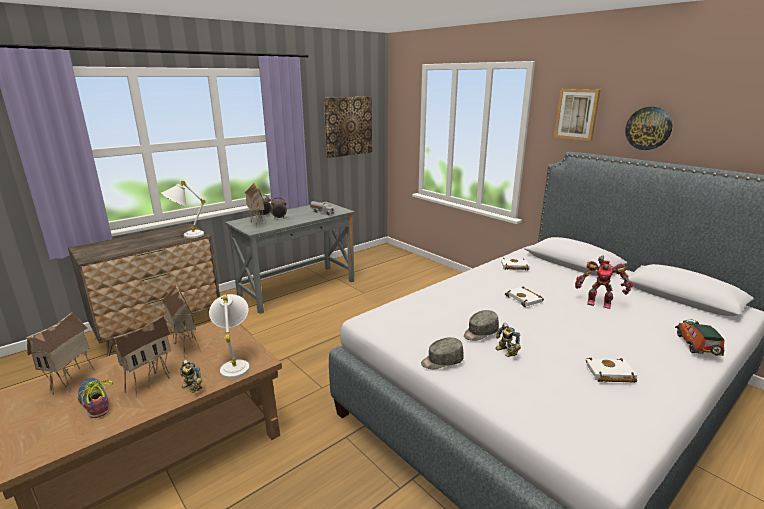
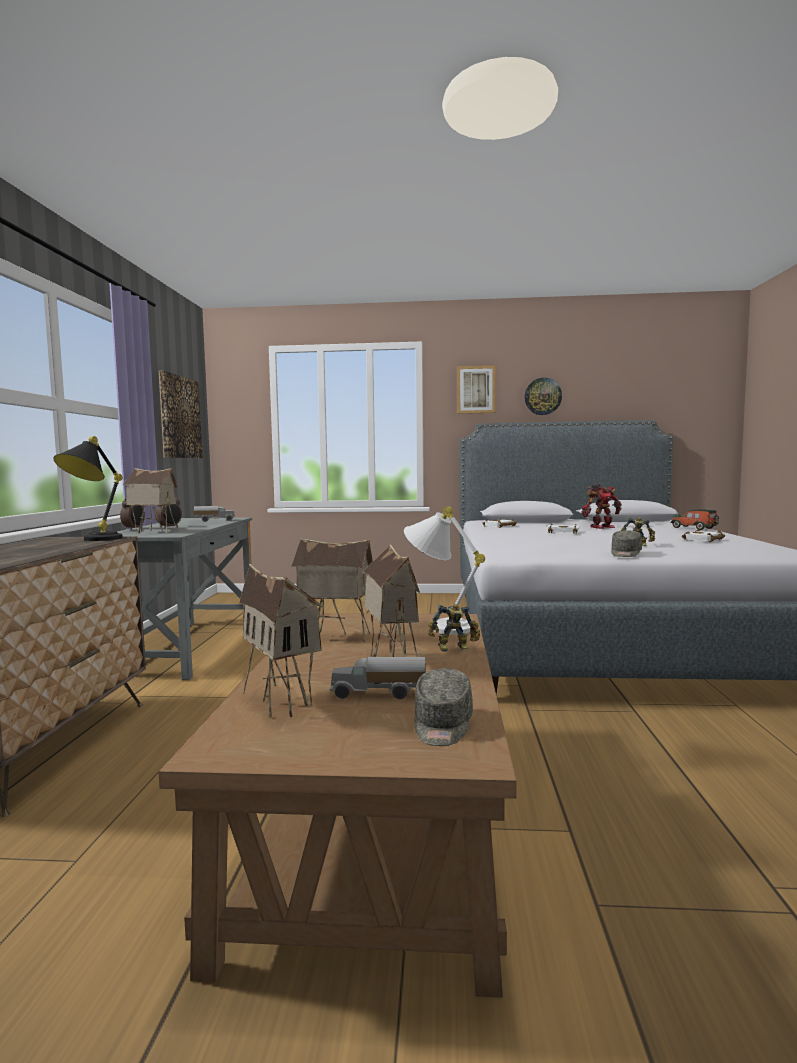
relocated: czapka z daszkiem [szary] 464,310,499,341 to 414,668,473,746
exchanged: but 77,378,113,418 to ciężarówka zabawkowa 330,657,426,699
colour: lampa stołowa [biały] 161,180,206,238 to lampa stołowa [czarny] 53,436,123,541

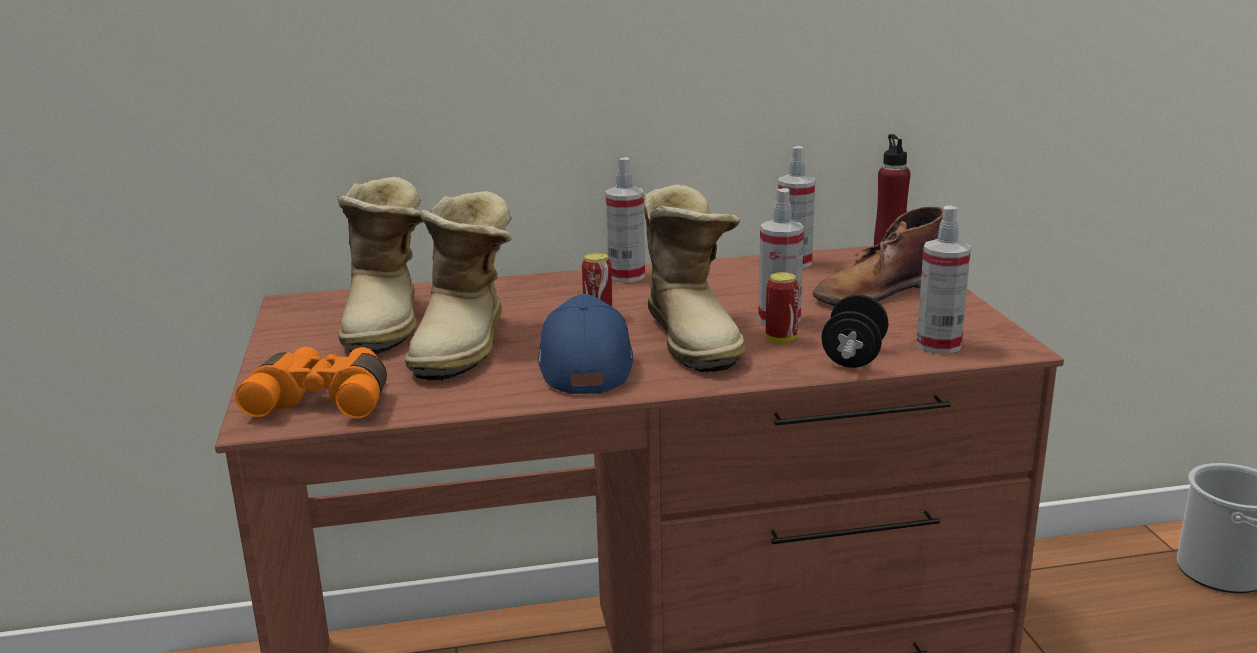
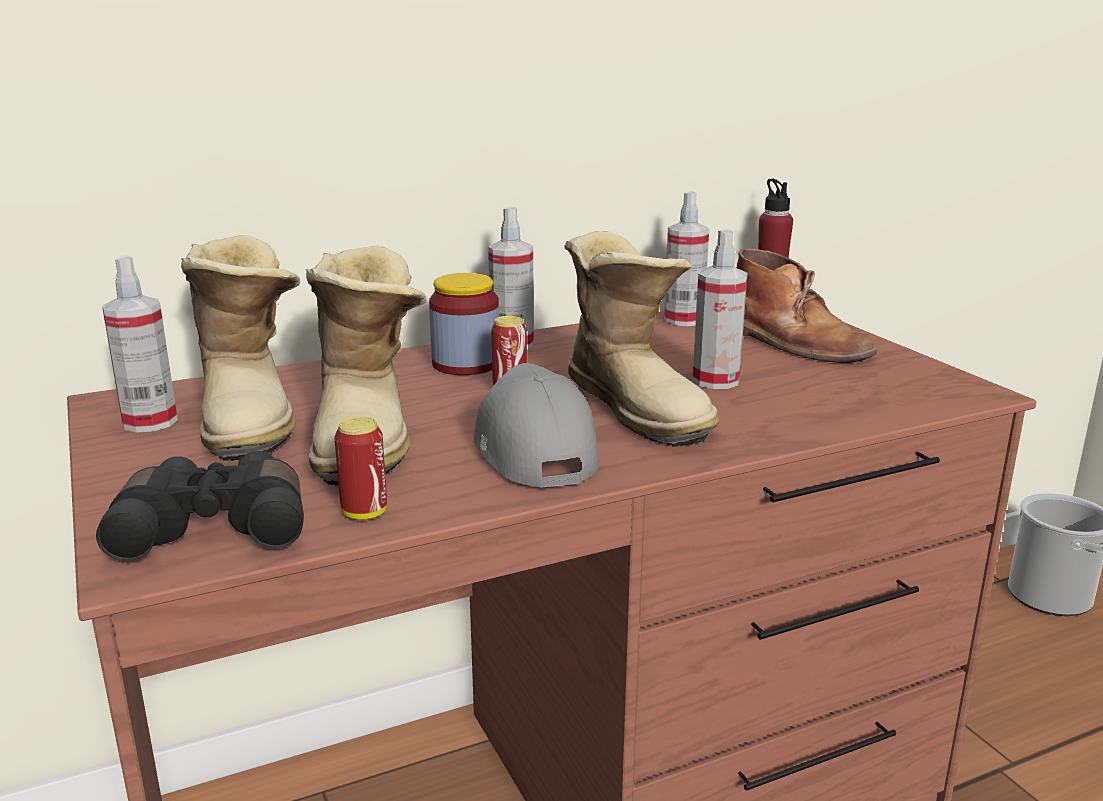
missing: hantel [czarny] 821,294,888,368
appeared: słoik 429,273,499,375
relocated: spryskiwacz 916,205,971,354 to 102,255,178,433; puszka 766,272,799,343 to 334,417,387,520
colour: czapka z daszkiem [niebieski] 538,294,633,394 to czapka z daszkiem [szary] 473,363,599,488; lornetka [pomarańczowy] 235,347,387,418 to lornetka [czarny] 96,451,304,561
spun: but z cholewką [brązowy] 813,207,943,306 = 737,248,877,363 90 degrees counterclockwise

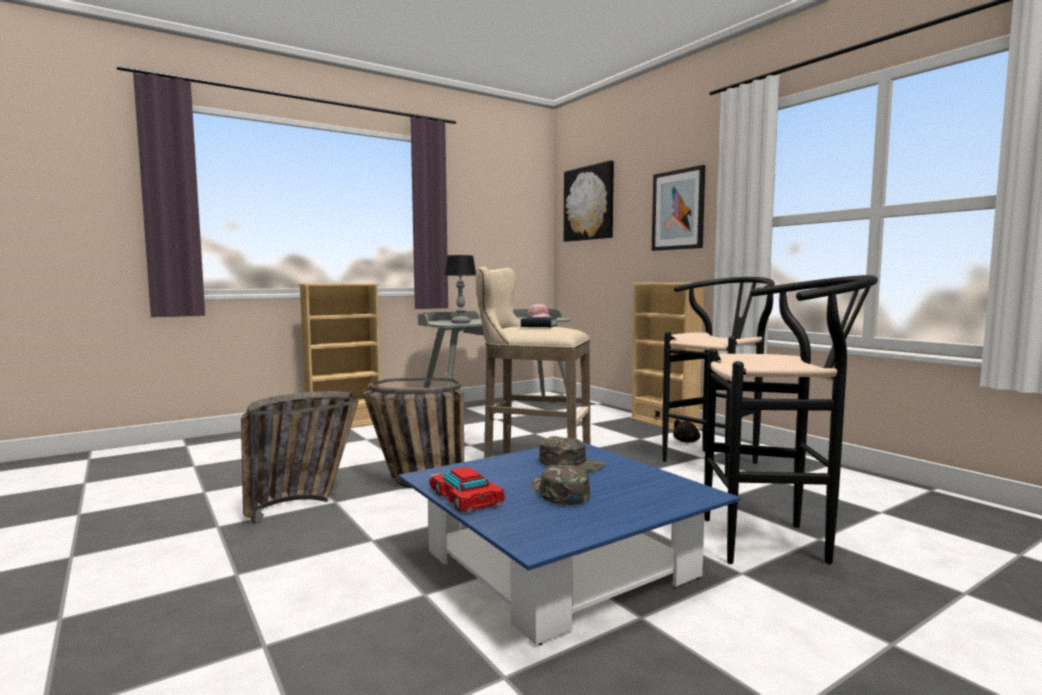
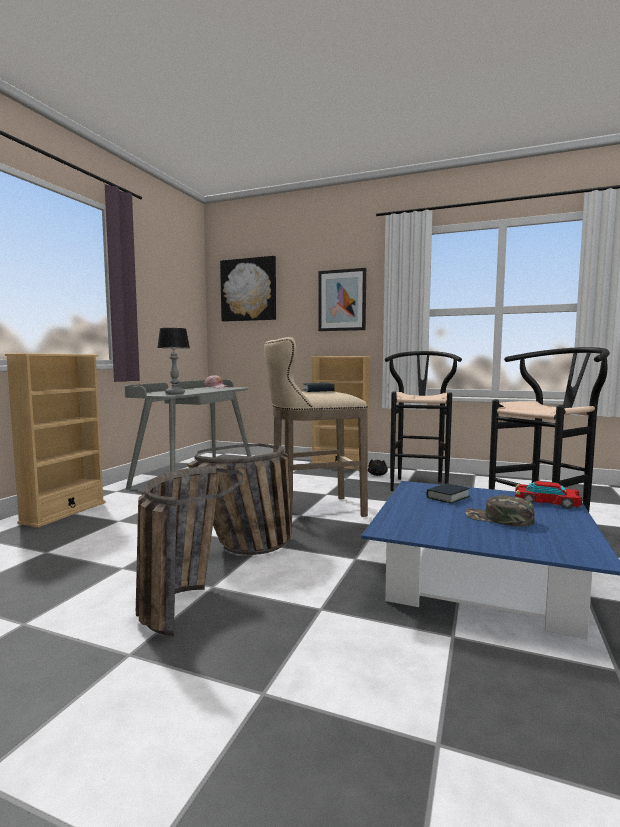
relocated: samochodzik 430,467,504,513 to 515,481,582,509
exchanged: czapka z daszkiem [zielony] 539,436,606,472 to książka 426,483,470,503

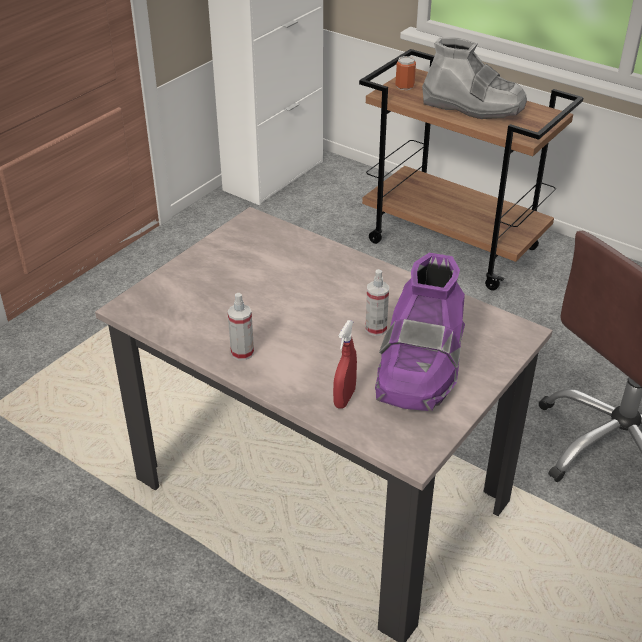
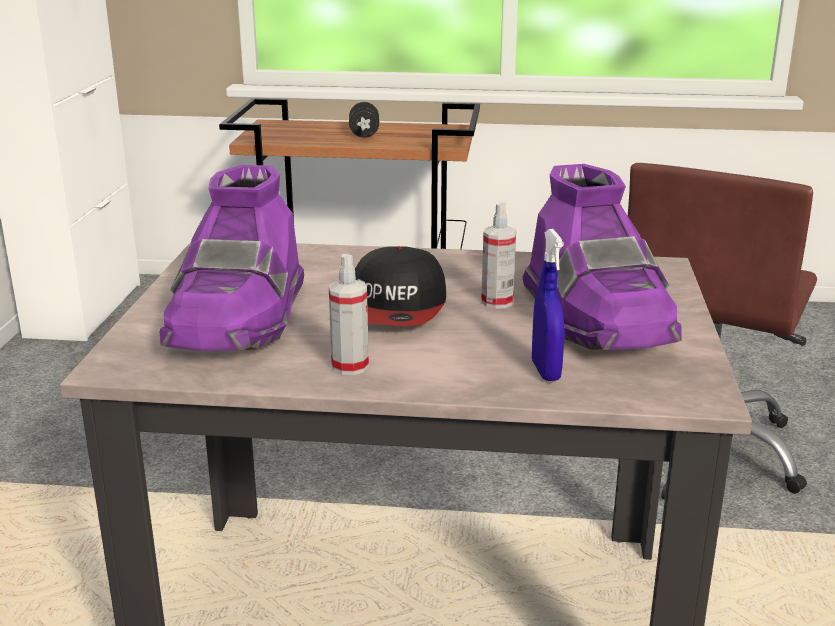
missing: puszka 395,56,416,90
appeared: but z cholewką [fioletowy] 160,165,304,351; czapka z daszkiem 355,246,446,326
exchanged: but z cholewką [szary] 422,37,527,119 to hantel [czarny] 349,102,380,138
colour: spryskiwacz [czerwony] 333,320,357,409 to spryskiwacz [niebieski] 532,229,565,381

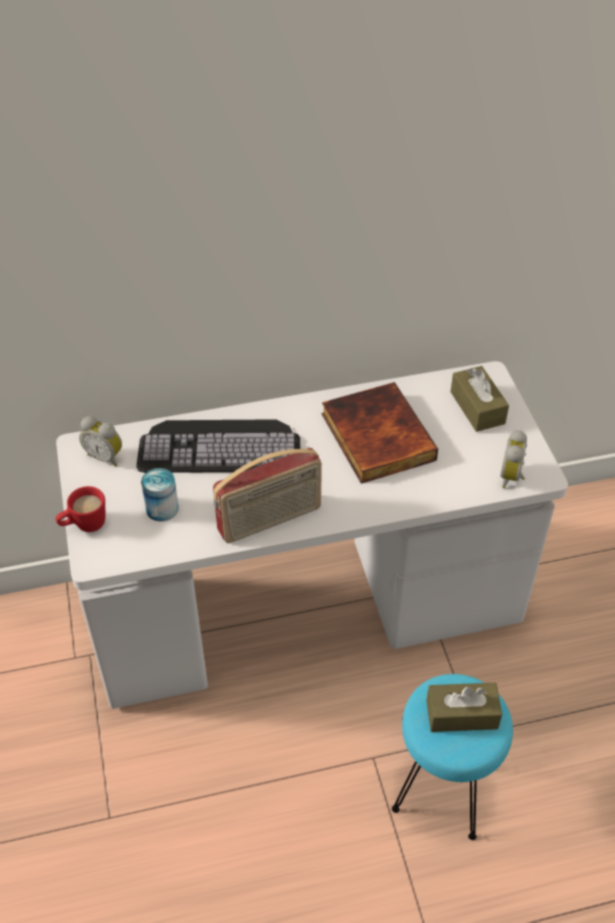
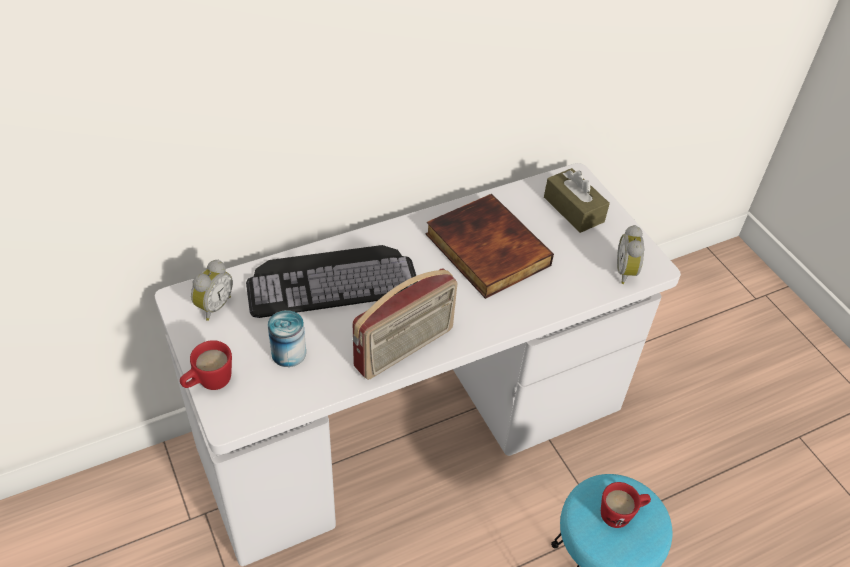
exchanged: pudełko chusteczek [brązowy] 426,683,502,732 to kubek [czerwony] 601,482,651,528
spun: budzik 79,416,122,466 = 191,260,233,321 75 degrees counterclockwise

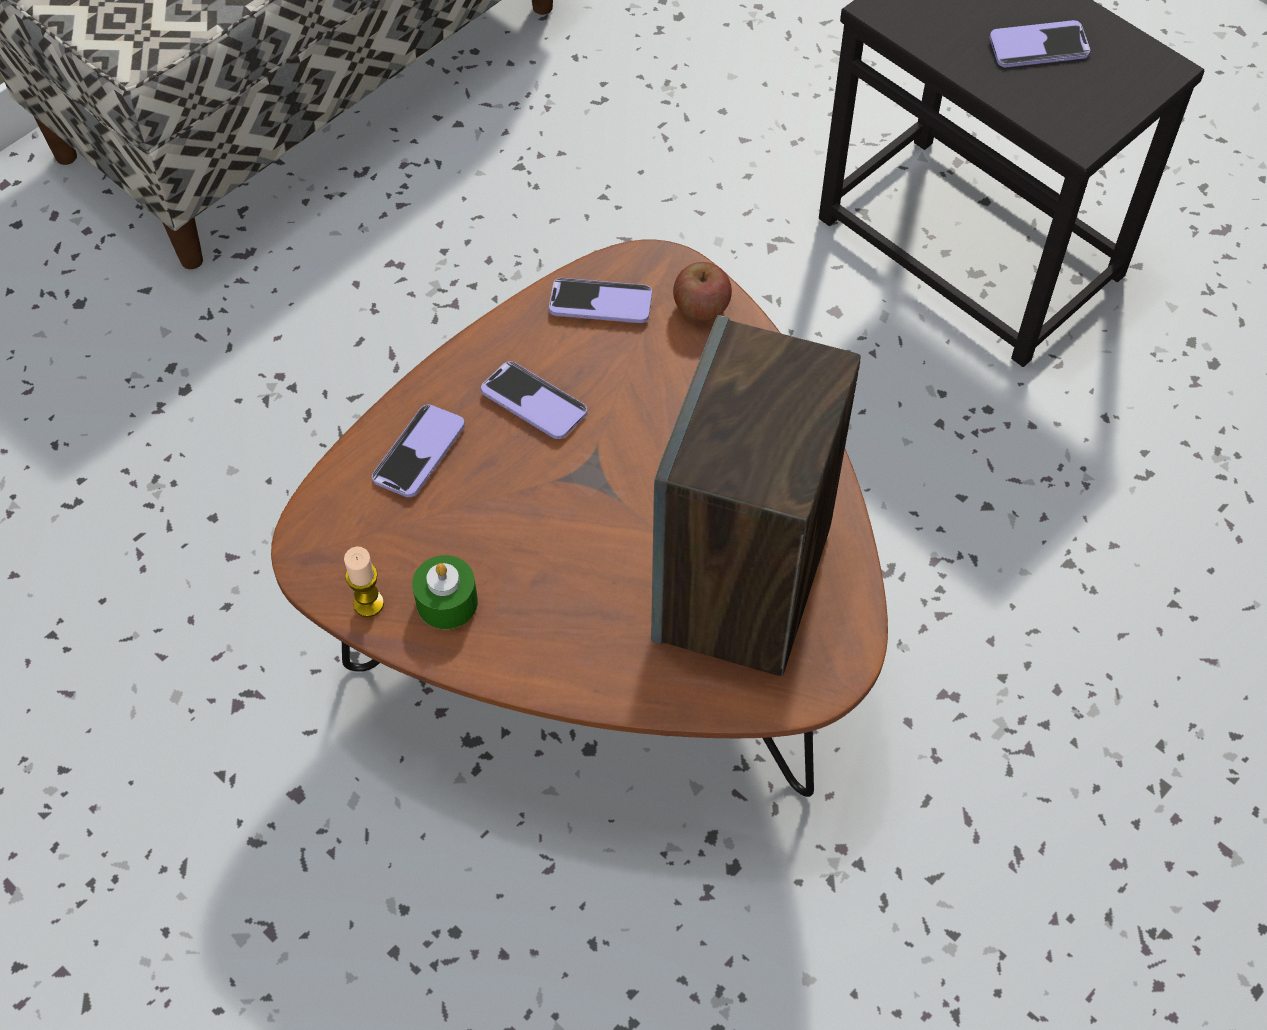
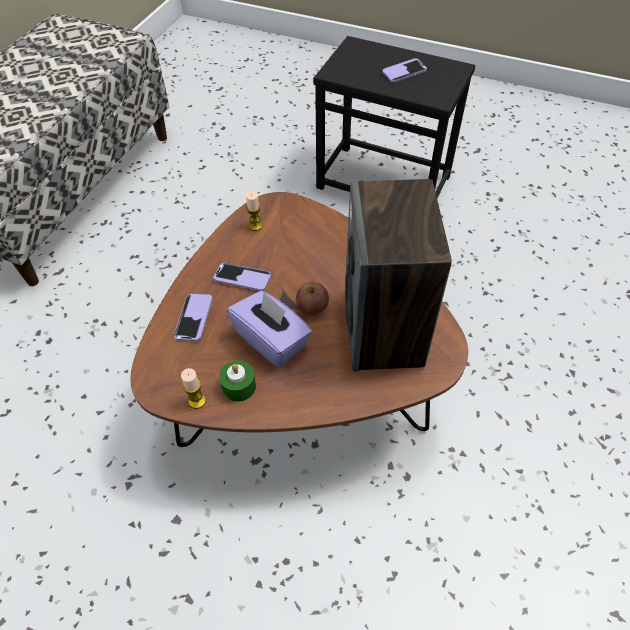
appeared: pudełko chusteczek [fioletowy] 227,291,312,368
relocated: jabłko 673,262,732,321 to 296,282,329,315
exchanged: telefon 549,278,652,323 to świeca 246,191,262,231

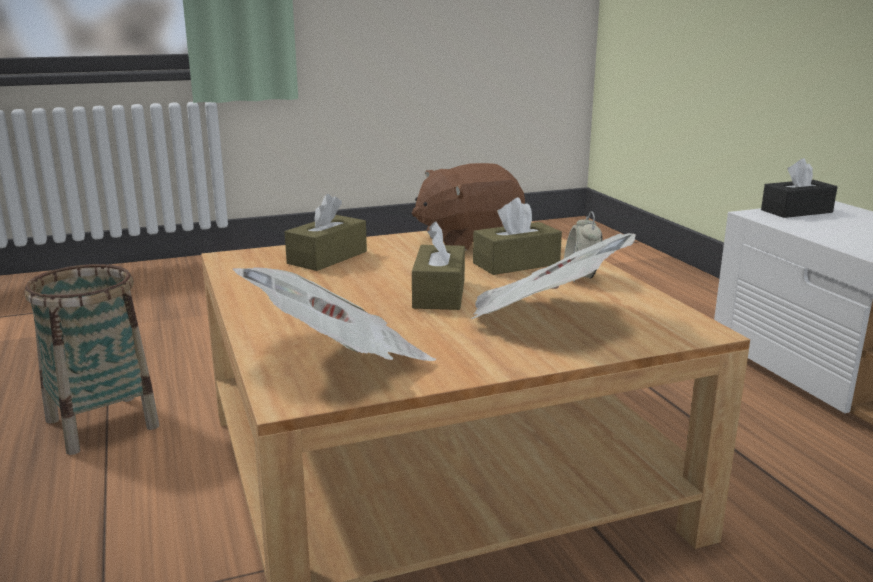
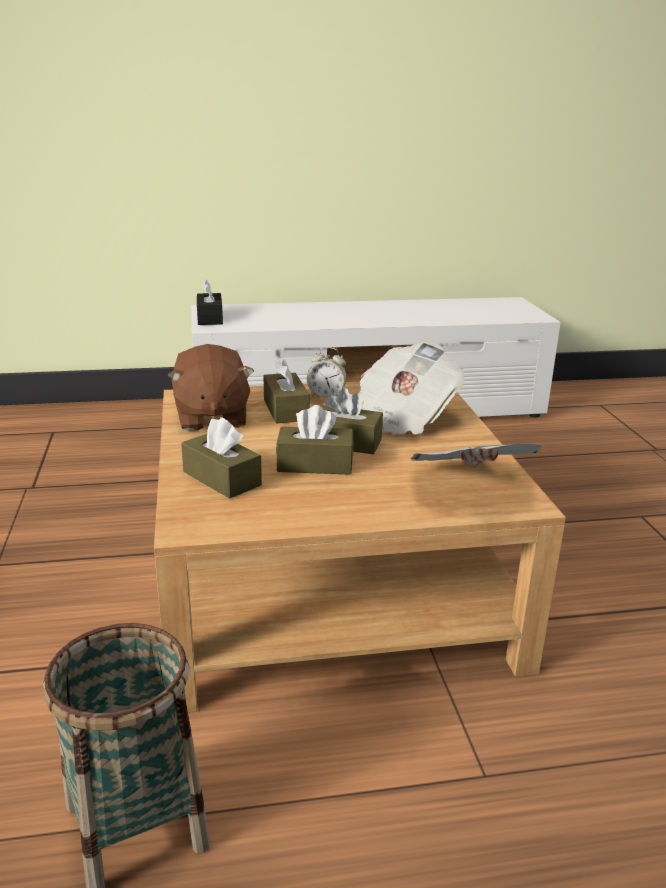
appeared: pudełko chusteczek [brązowy] 276,405,354,475

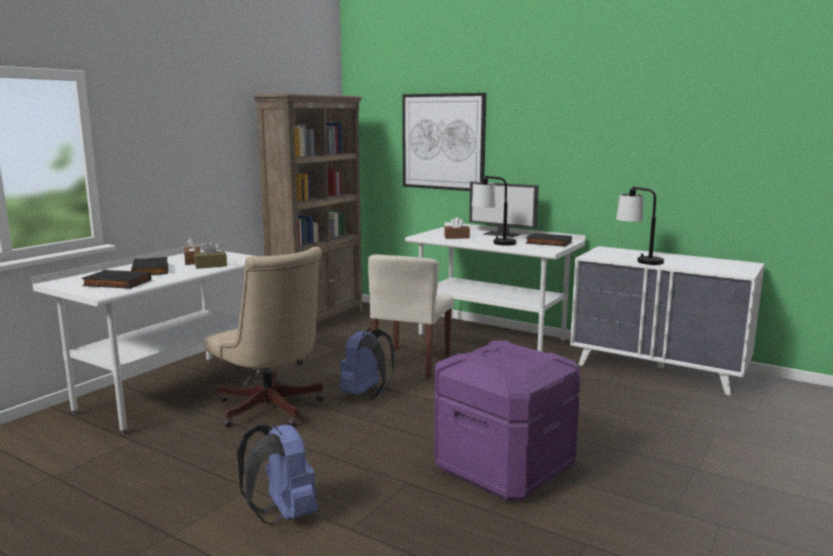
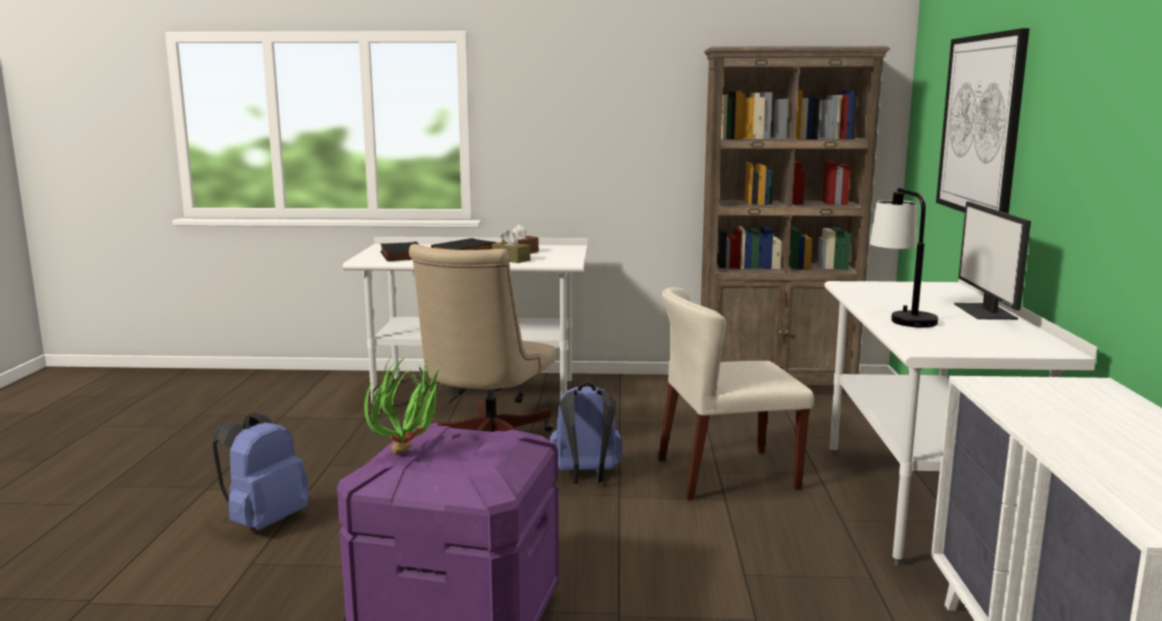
missing: lampa stołowa 616,187,664,265; pudełko chusteczek [brązowy] 444,217,470,239; książka [czarny] 525,233,572,247
appeared: roślina doniczkowa 364,357,447,455

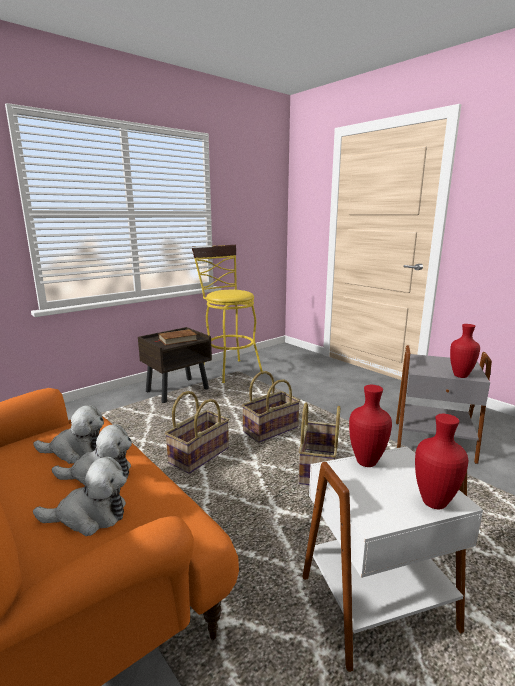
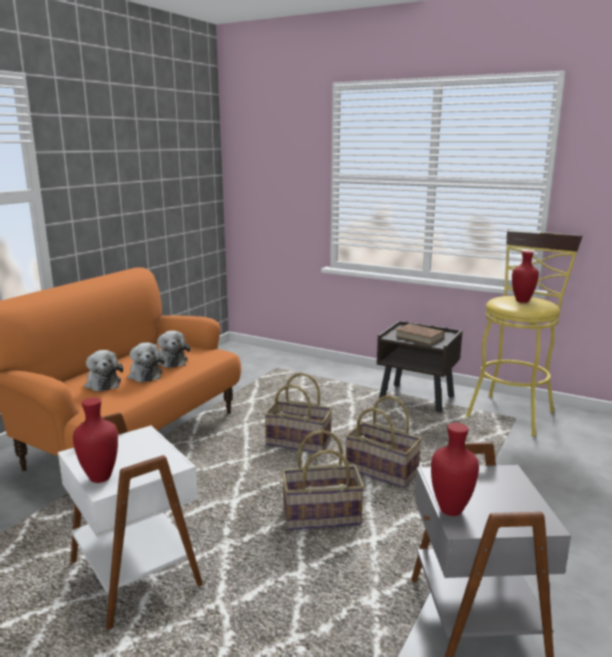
relocated: wazon [czerwony] 349,385,392,467 to 512,251,539,303

